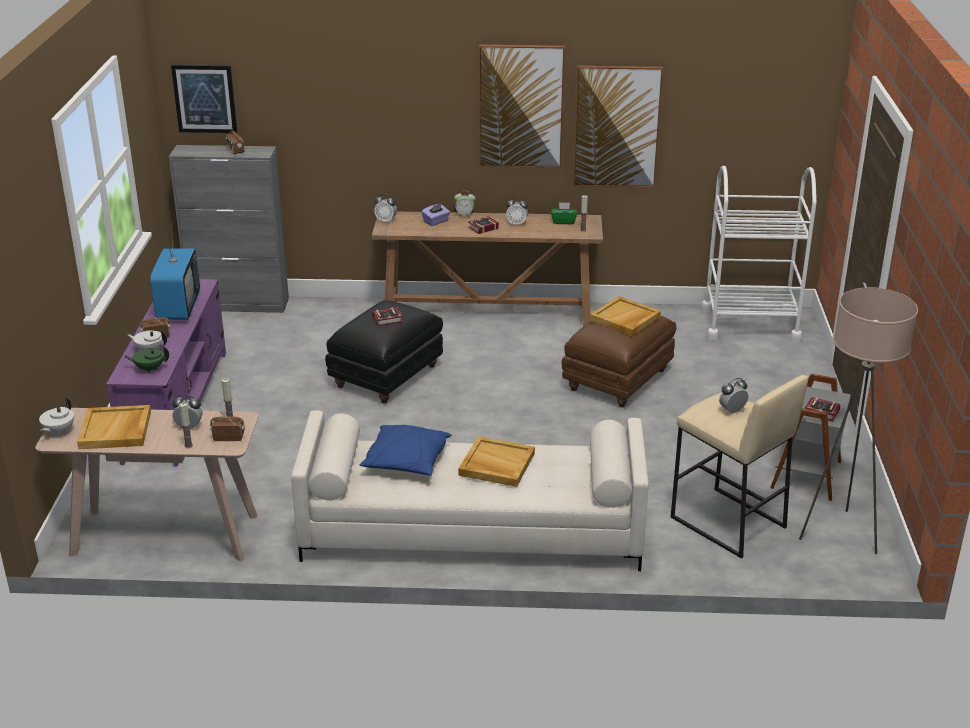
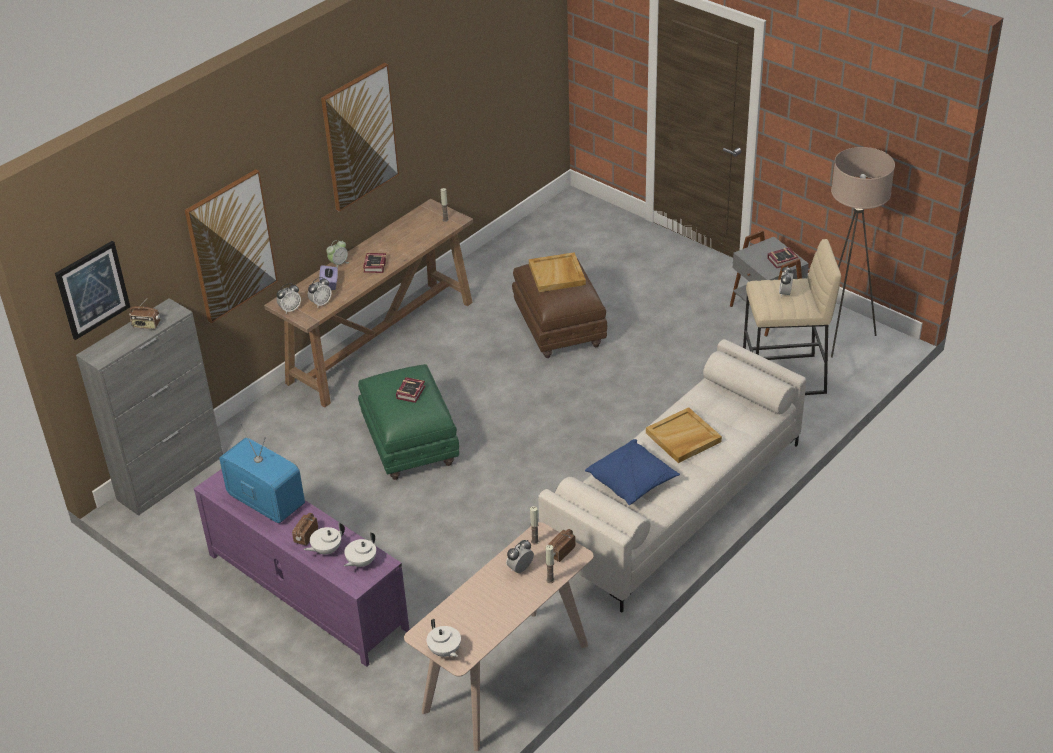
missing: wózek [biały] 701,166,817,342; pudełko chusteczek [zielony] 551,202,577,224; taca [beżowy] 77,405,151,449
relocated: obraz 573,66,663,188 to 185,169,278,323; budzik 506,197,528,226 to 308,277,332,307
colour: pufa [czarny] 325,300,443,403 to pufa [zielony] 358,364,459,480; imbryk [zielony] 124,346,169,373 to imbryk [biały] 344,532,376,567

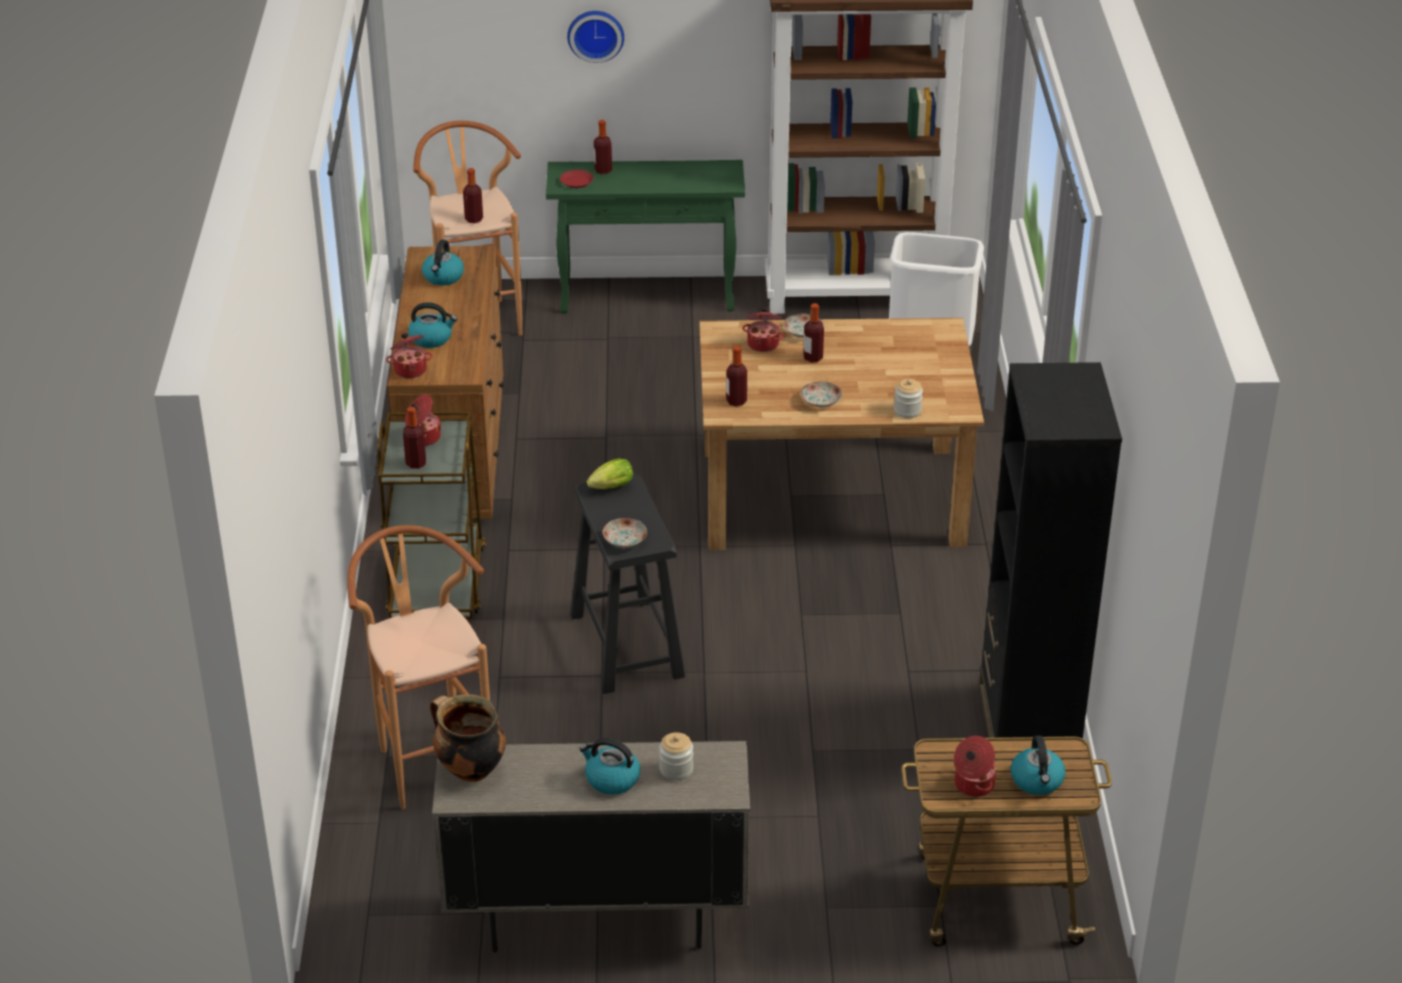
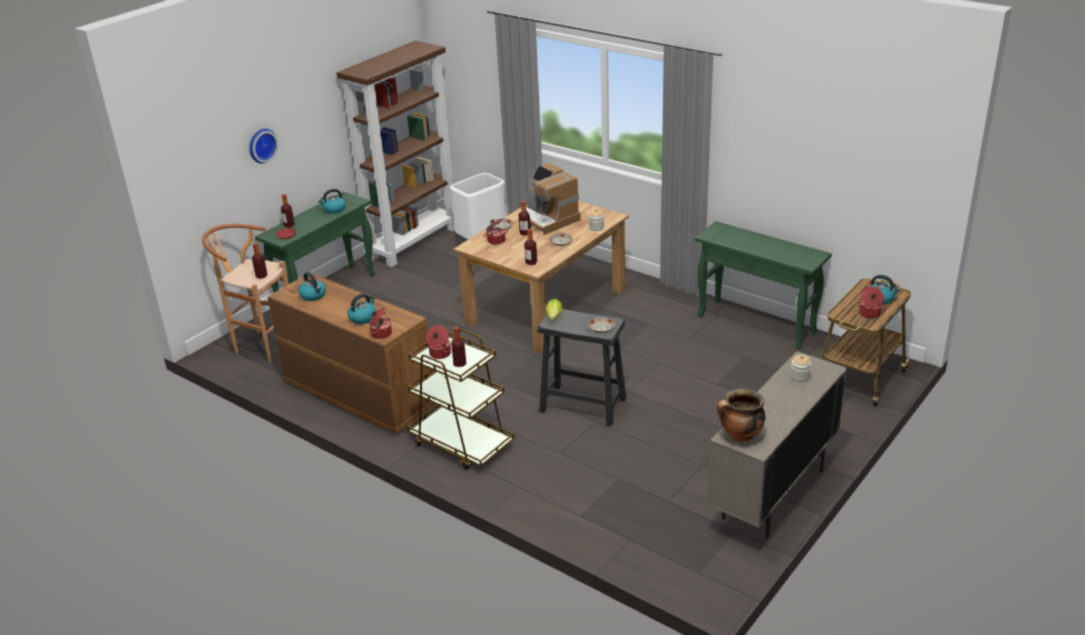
missing: stołek [brązowy] 347,525,490,809
appeared: ekspres do kawy 526,163,581,235
relocated: czajnik 579,738,640,795 to 318,189,346,214
exchanged: regał [czarny] 979,362,1122,739 to stolik konsolowy [zielony] 694,221,832,350

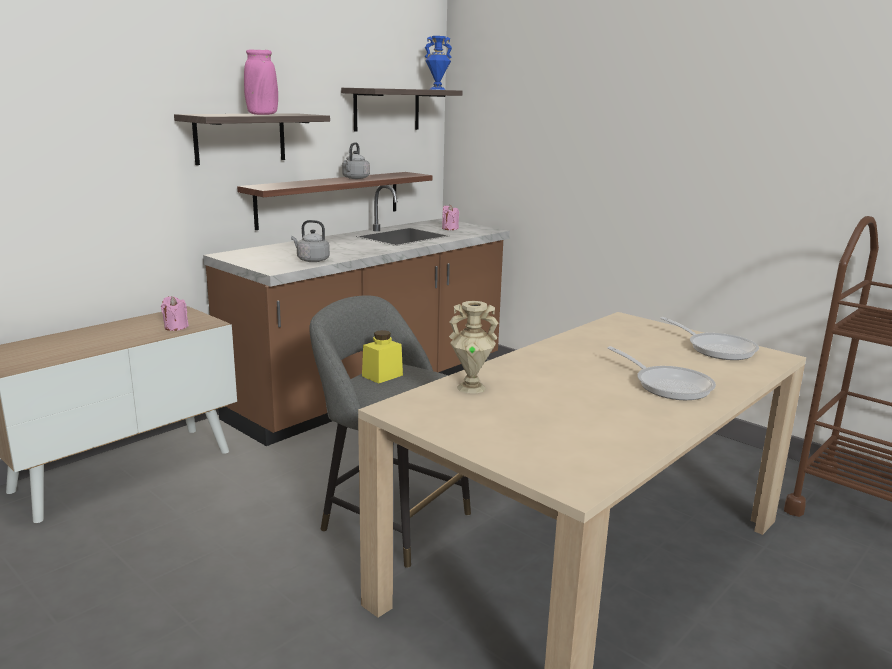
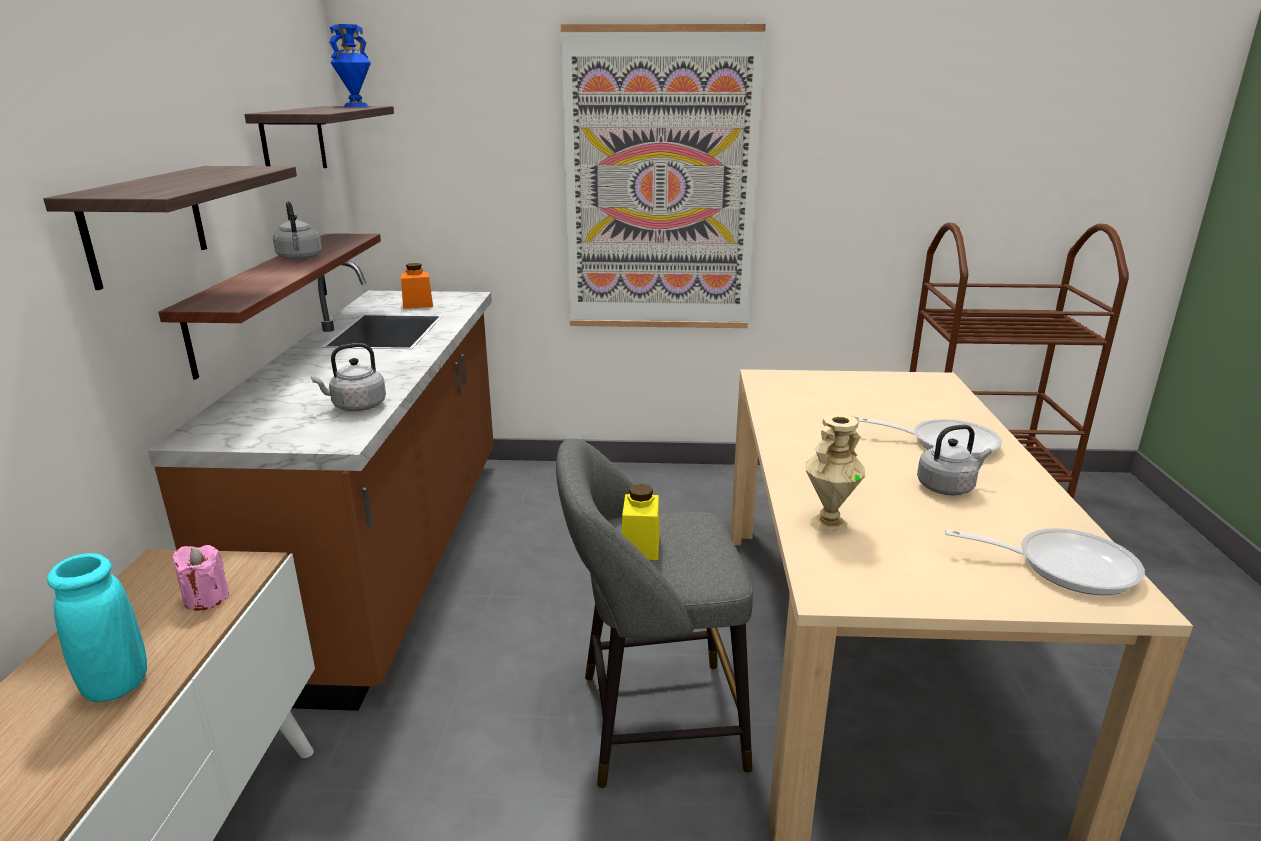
missing: wazon [różowy] 244,49,278,115
appeared: obraz 561,24,766,328; czajnik [szary] 917,425,992,495; wazon [turkusowy] 47,553,147,702
relocated: patelnia 660,317,759,360 to 945,528,1145,595
exchanged: świeca [różowy] 442,205,459,230 to słoik [pomarańczowy] 401,263,433,309

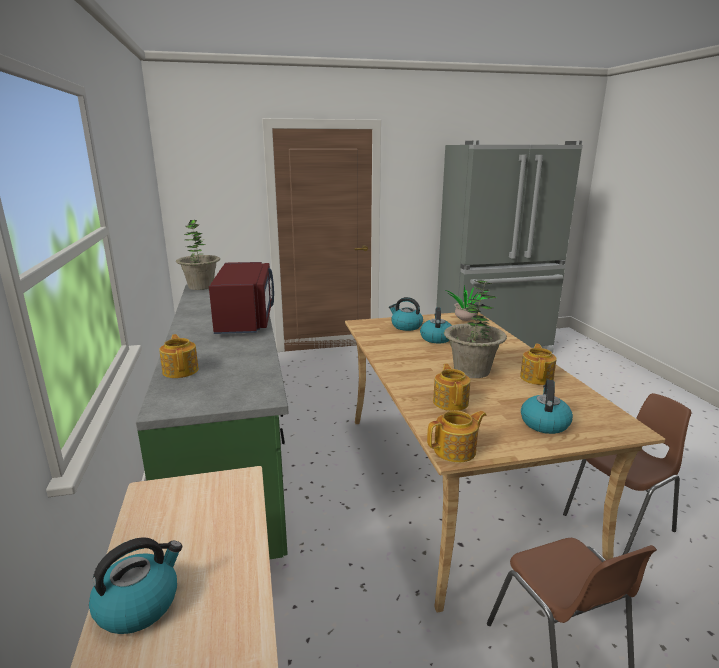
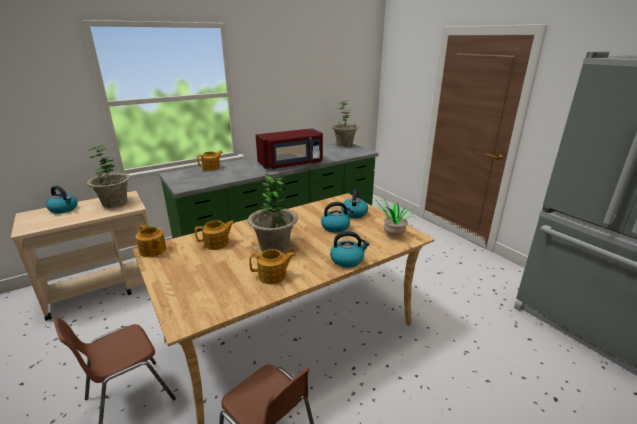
appeared: roślina doniczkowa 87,144,131,208
relocated: czajnik 521,380,573,434 to 330,231,370,268

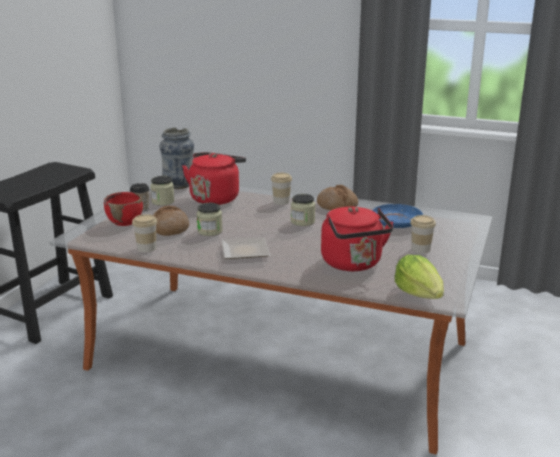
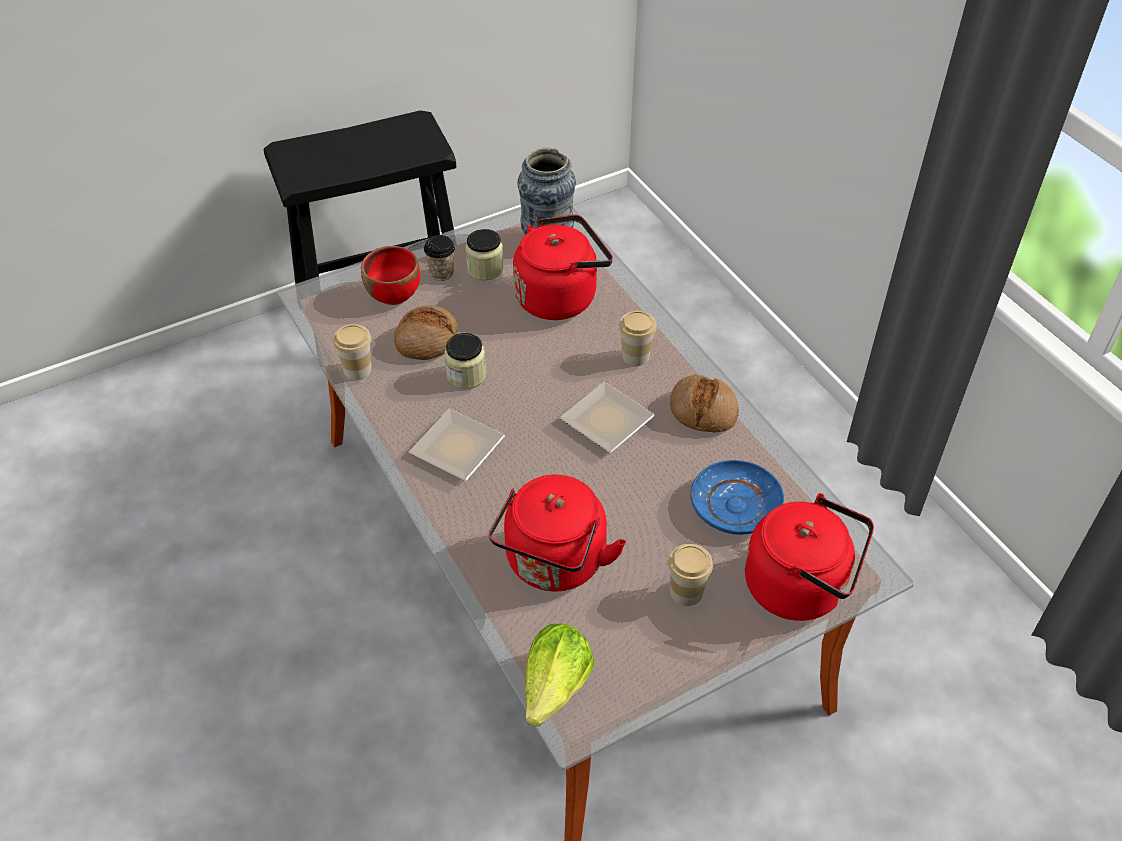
appeared: czajnik [czerwony] 745,493,874,621
exchanged: słoik 291,194,315,226 to talerz 559,382,655,453

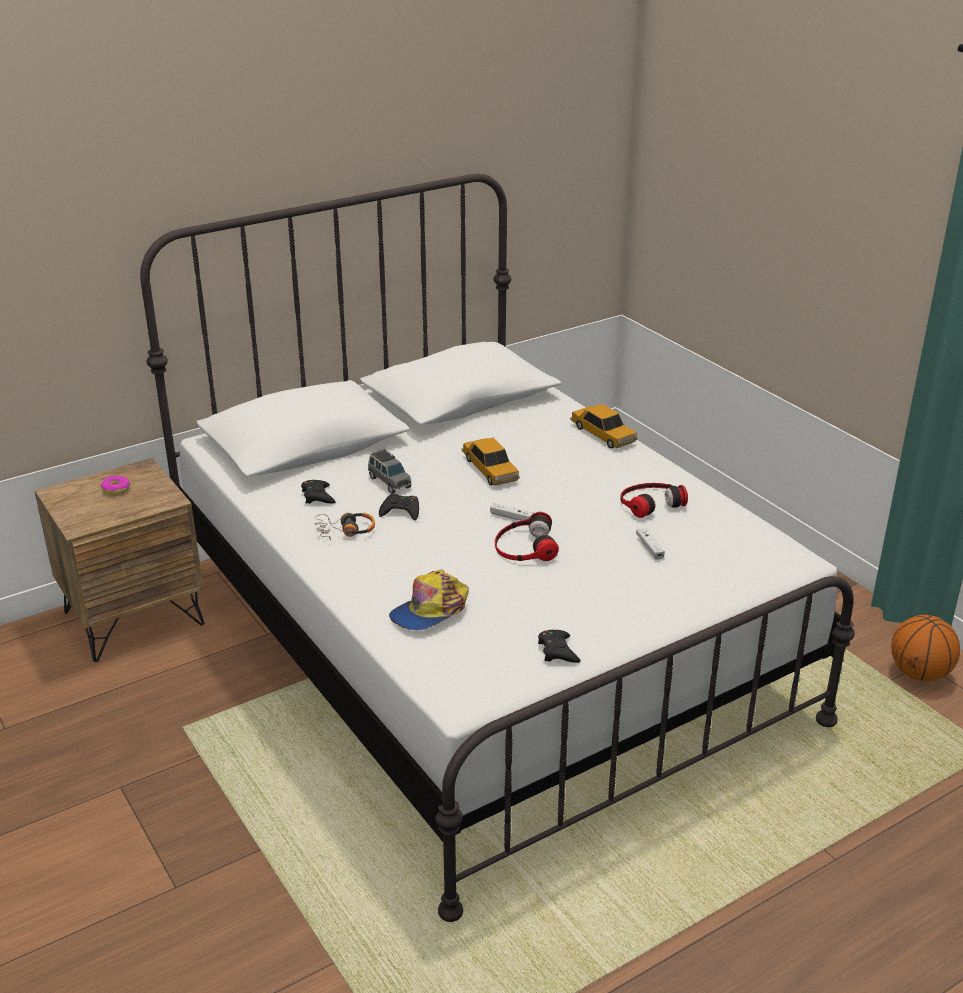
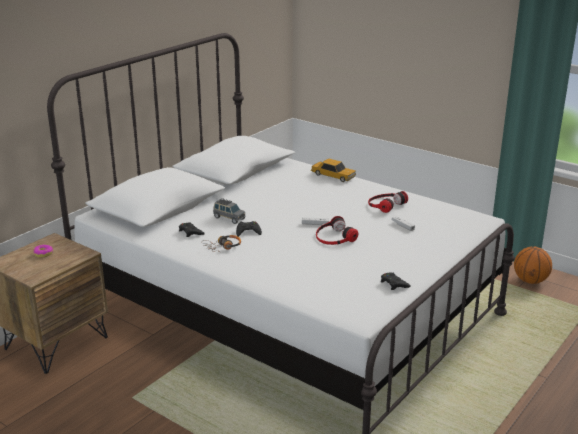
missing: samochodzik 462,437,520,486; czapka z daszkiem 389,569,469,630

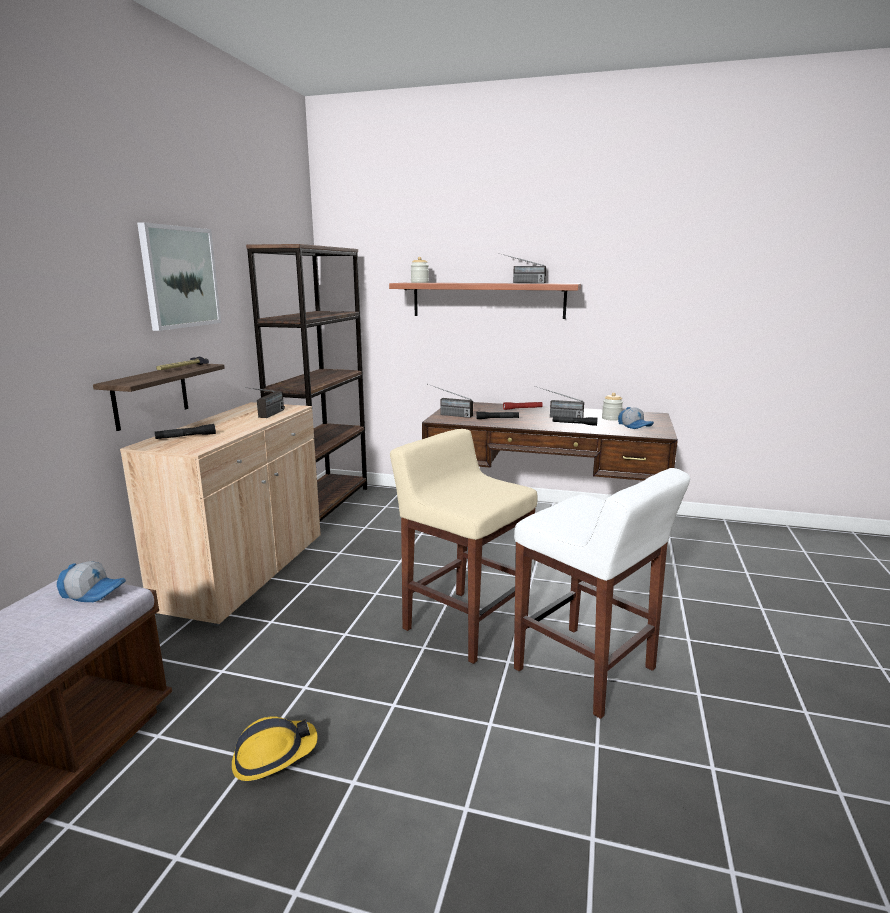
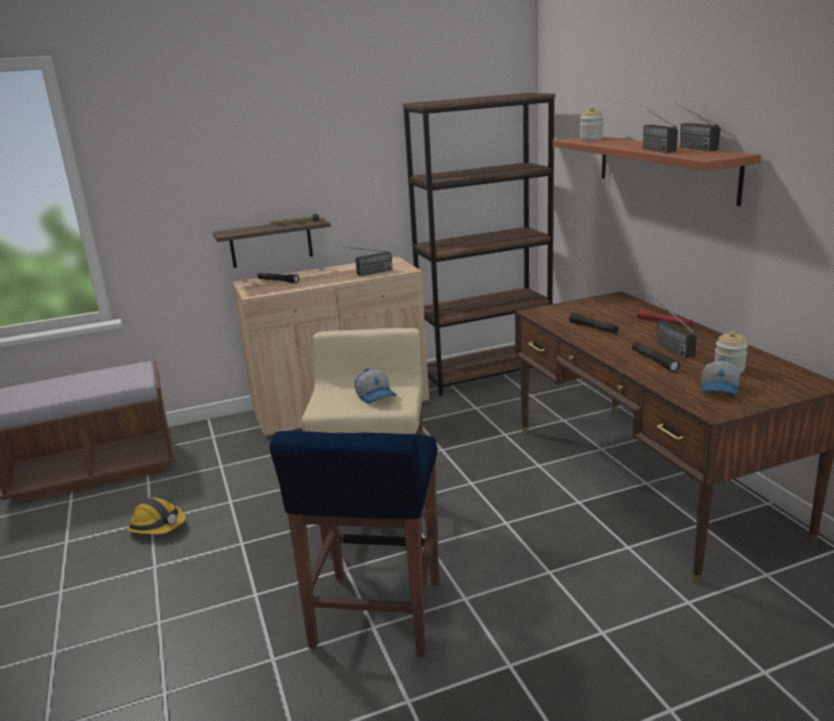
missing: obraz 137,222,221,331
relocated: radio 427,384,473,418 to 641,105,678,153; czapka z daszkiem 57,561,126,602 to 354,368,396,403
colour: stołek [biały] 514,468,690,719 to stołek [niebieski] 269,431,439,657

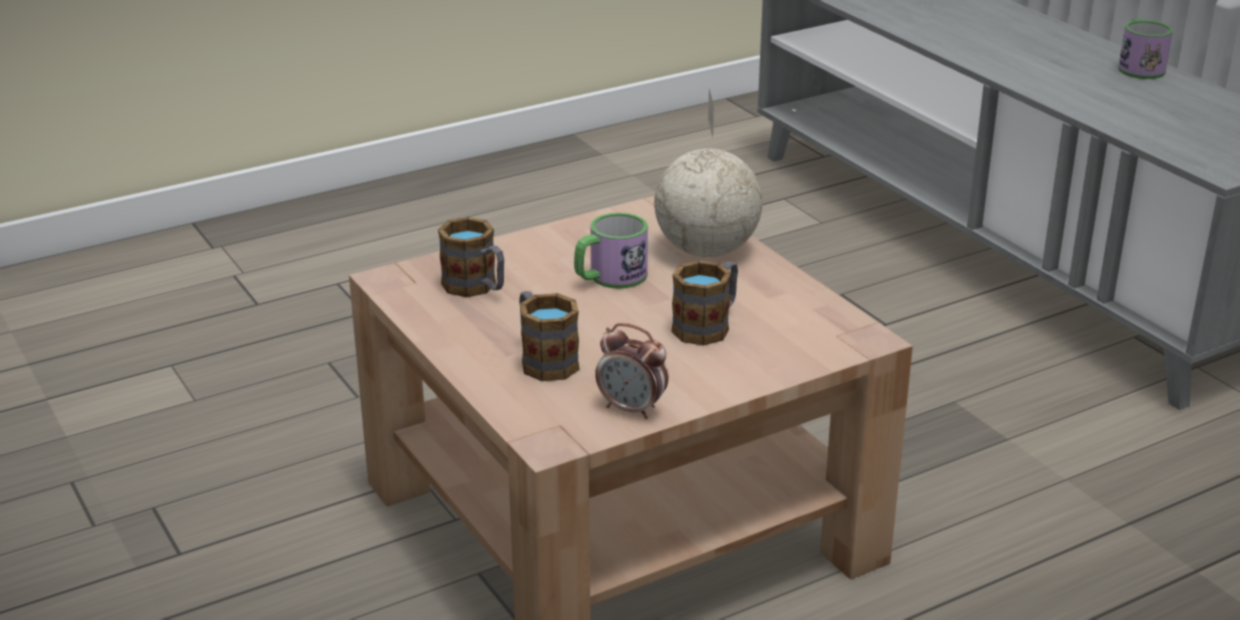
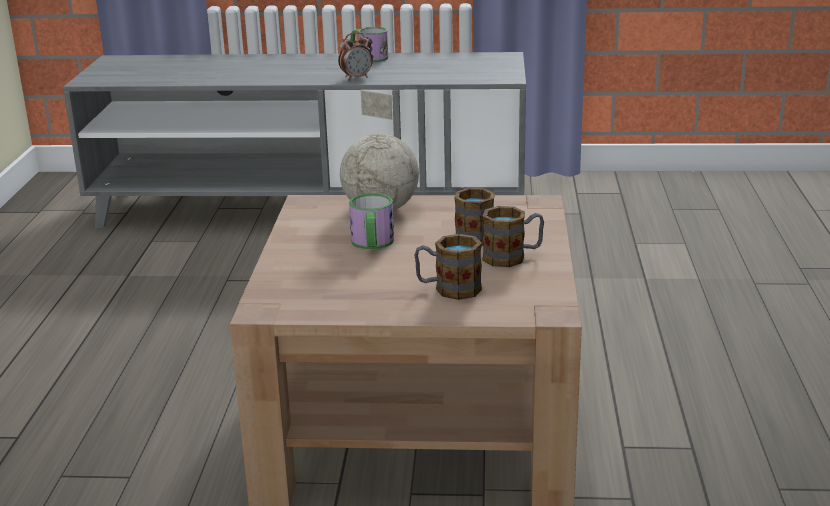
relocated: kubek 438,217,504,297 to 482,206,544,267; budzik 595,323,669,419 to 338,32,373,80

